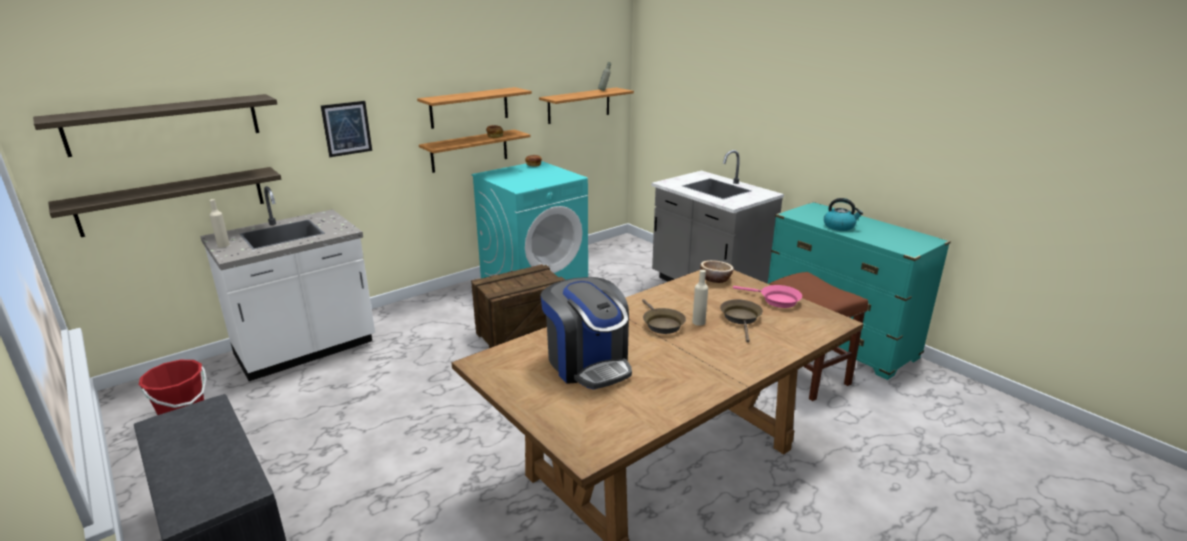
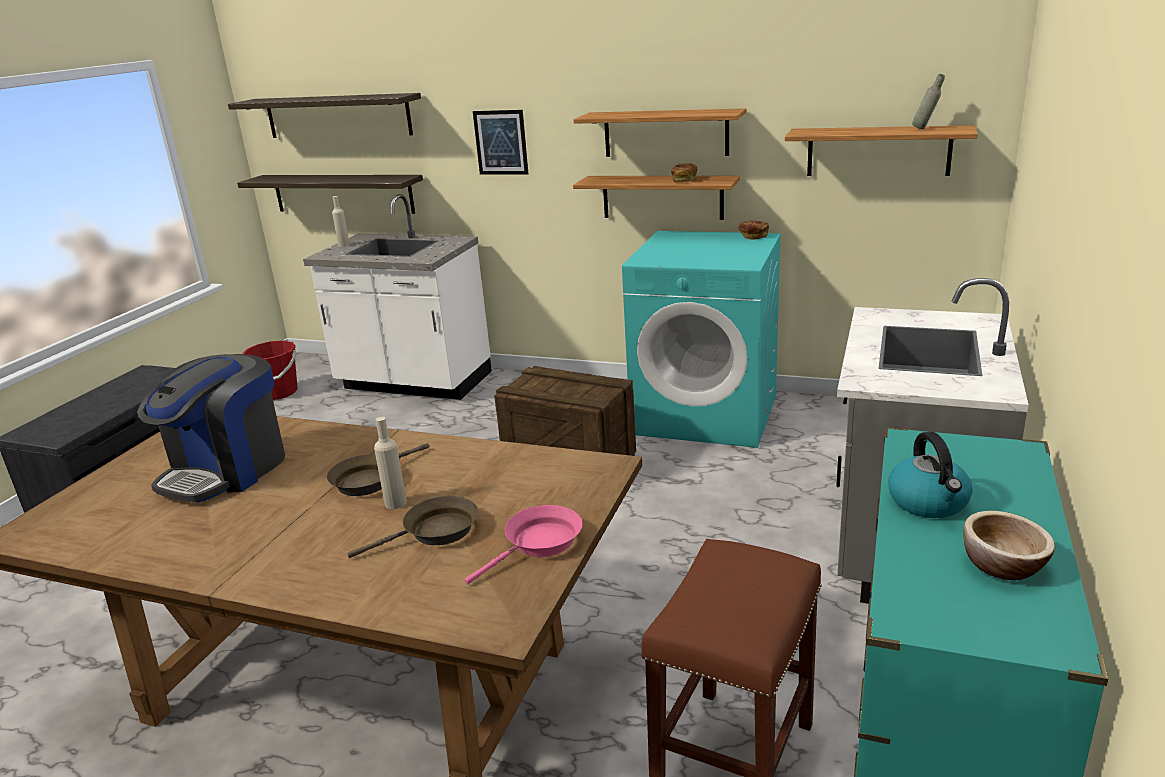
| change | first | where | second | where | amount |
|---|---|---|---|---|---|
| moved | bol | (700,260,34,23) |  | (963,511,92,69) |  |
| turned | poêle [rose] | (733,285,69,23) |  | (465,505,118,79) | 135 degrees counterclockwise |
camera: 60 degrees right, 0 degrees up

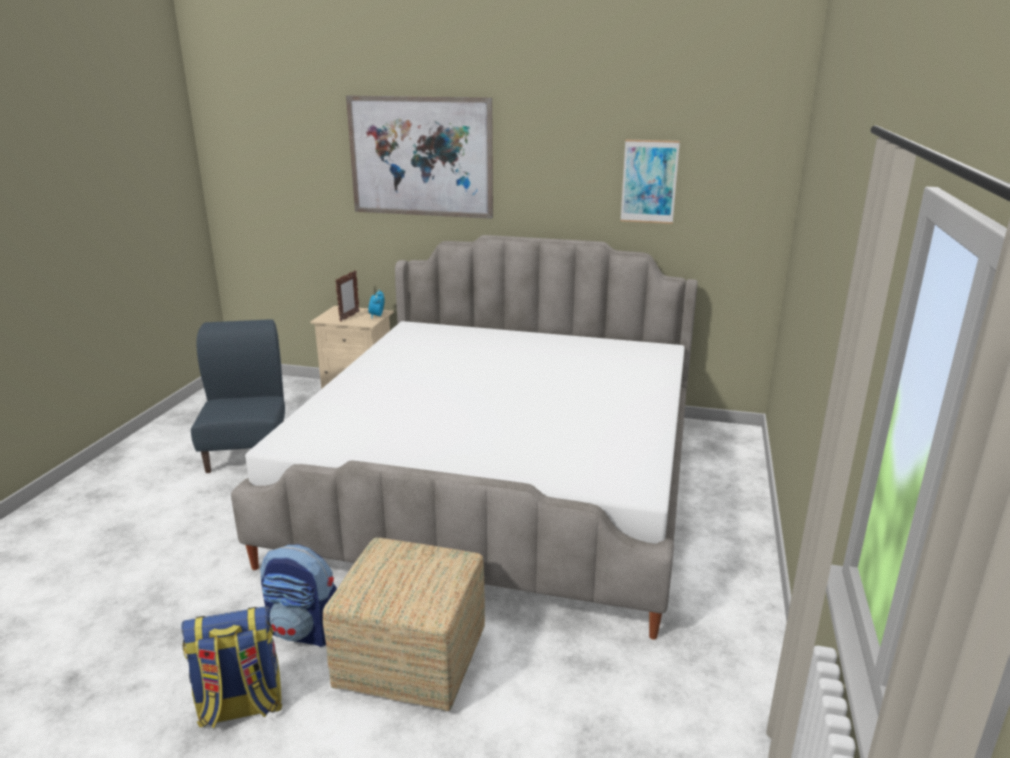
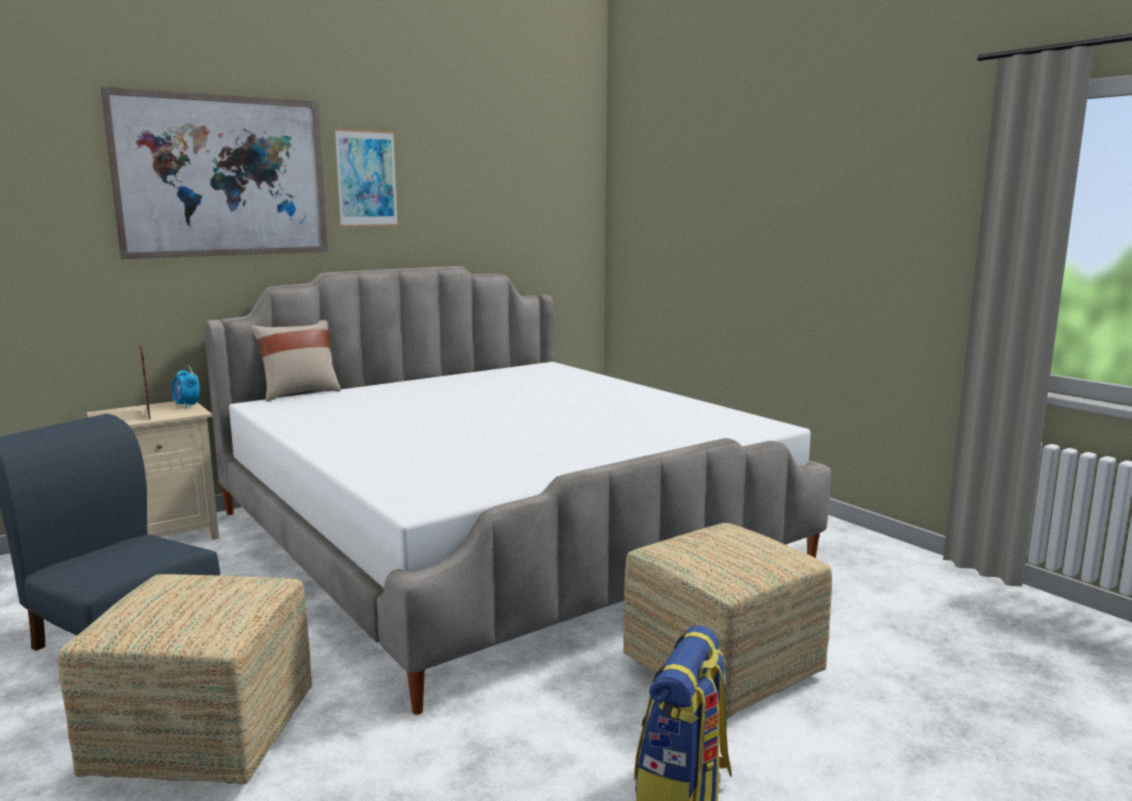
| change | first | where | second | where | amount |
|---|---|---|---|---|---|
| removed | sac à dos | (261,544,76,103) |  |  |  |
| added |  |  | pouf | (58,574,254,210) |  |
| added |  |  | coussin [beige] | (251,320,90,82) |  |
| moved | tableau | (620,140,60,84) |  | (335,129,63,98) |  |
camera: 50 degrees left, 10 degrees down

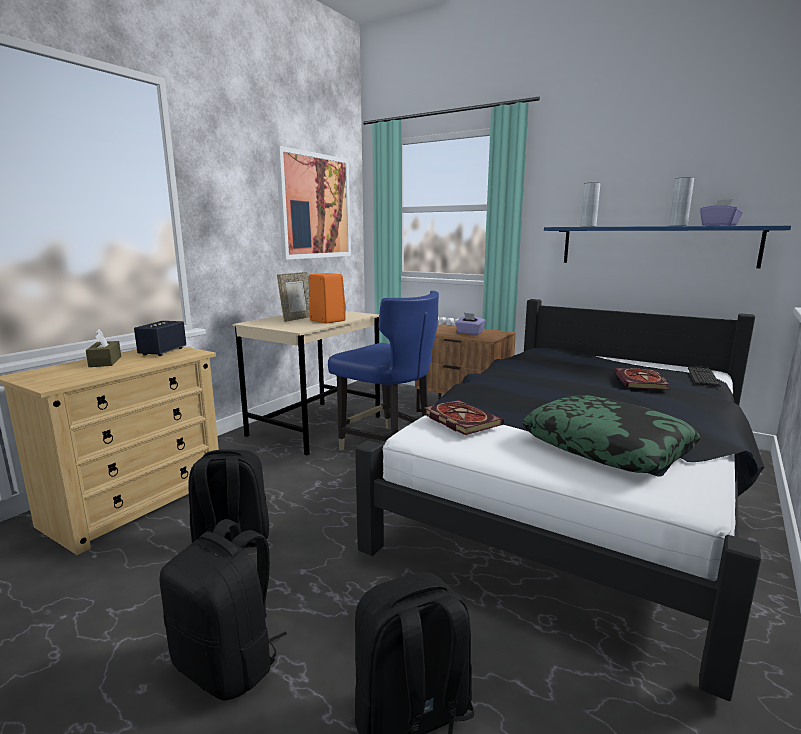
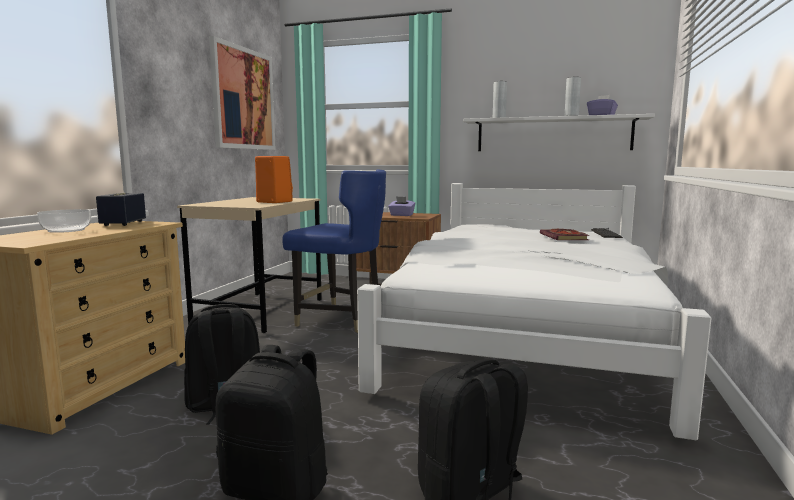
| change | first | where | second | where | amount |
|---|---|---|---|---|---|
| removed | cadre photo | (277,272,33,50) |  |  |  |
| removed | livre | (423,400,81,35) |  |  |  |
| removed | coussin | (522,395,179,78) |  |  |  |
| replaced | boîte à mouchoirs [marron] | (86,329,35,38) | bol | (37,209,54,24) |  |
| recoloured | lit [noir] | (355,299,410,402) | lit [blanc] | (357,183,355,257) |  |
| recoloured | étagère [bleu] | (544,226,247,42) | étagère [blanc] | (463,114,192,37) |  |
camera: 15 degrees left, 5 degrees down

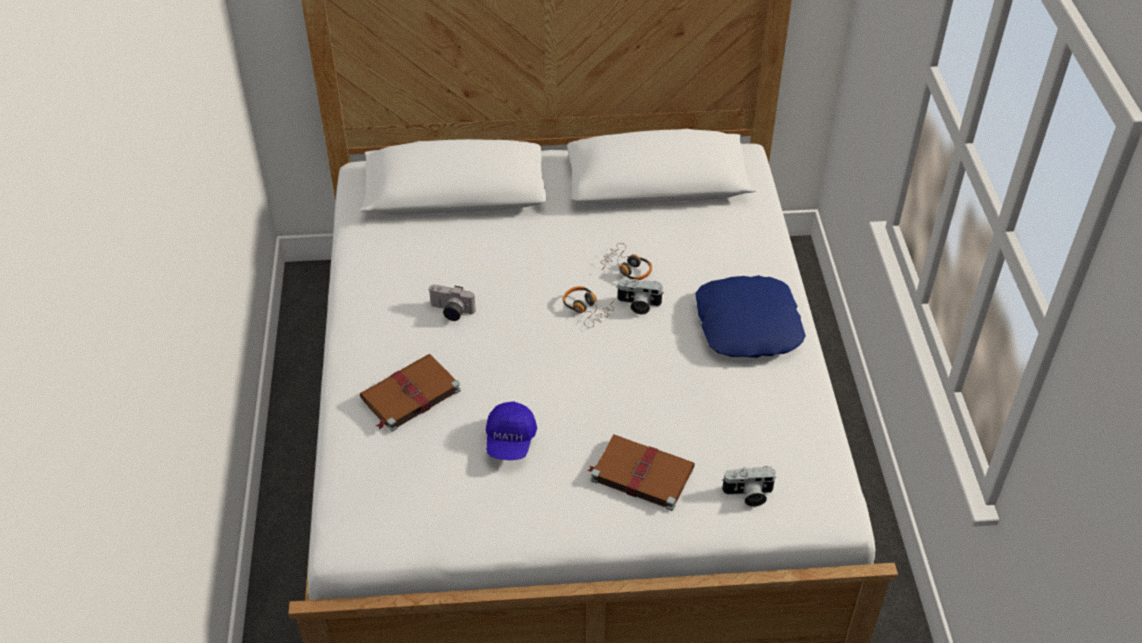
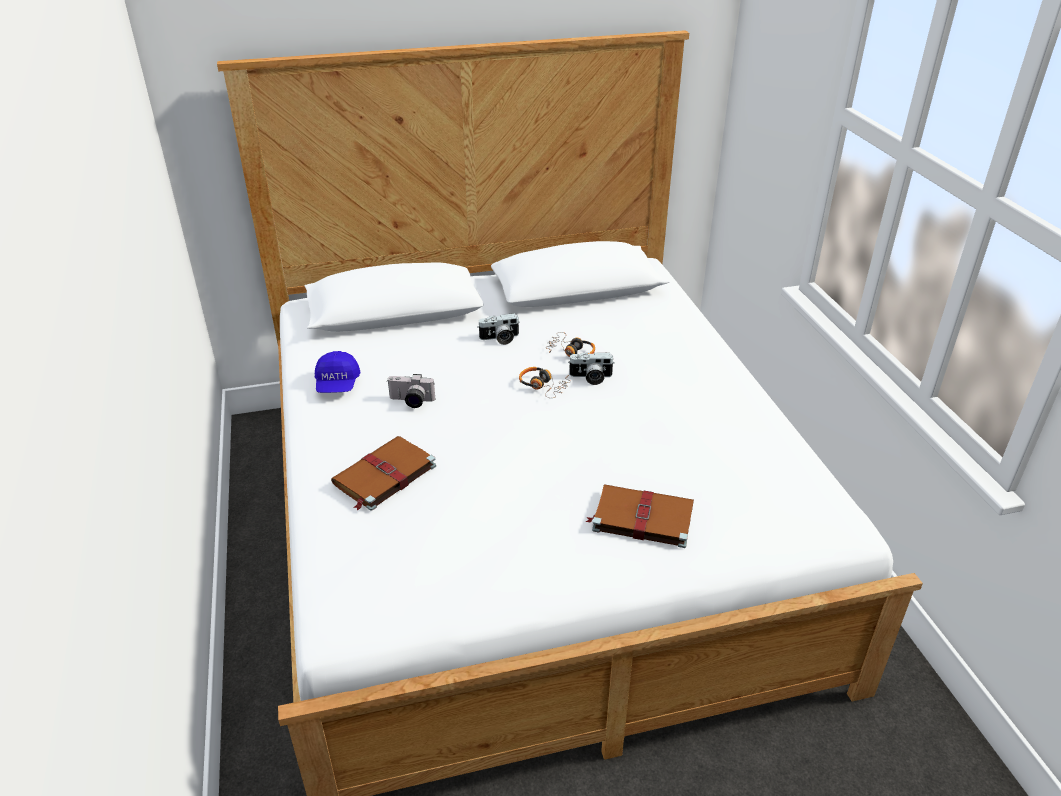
| change | first | where | second | where | amount |
|---|---|---|---|---|---|
| removed | coussin [bleu] | (695,275,111,83) |  |  |  |
| moved | casquette [bleu] | (486,401,51,59) |  | (315,351,46,42) |  |
| moved | appareil photo | (722,466,55,41) |  | (477,313,43,32) |  |
camera: 10 degrees left, 10 degrees down

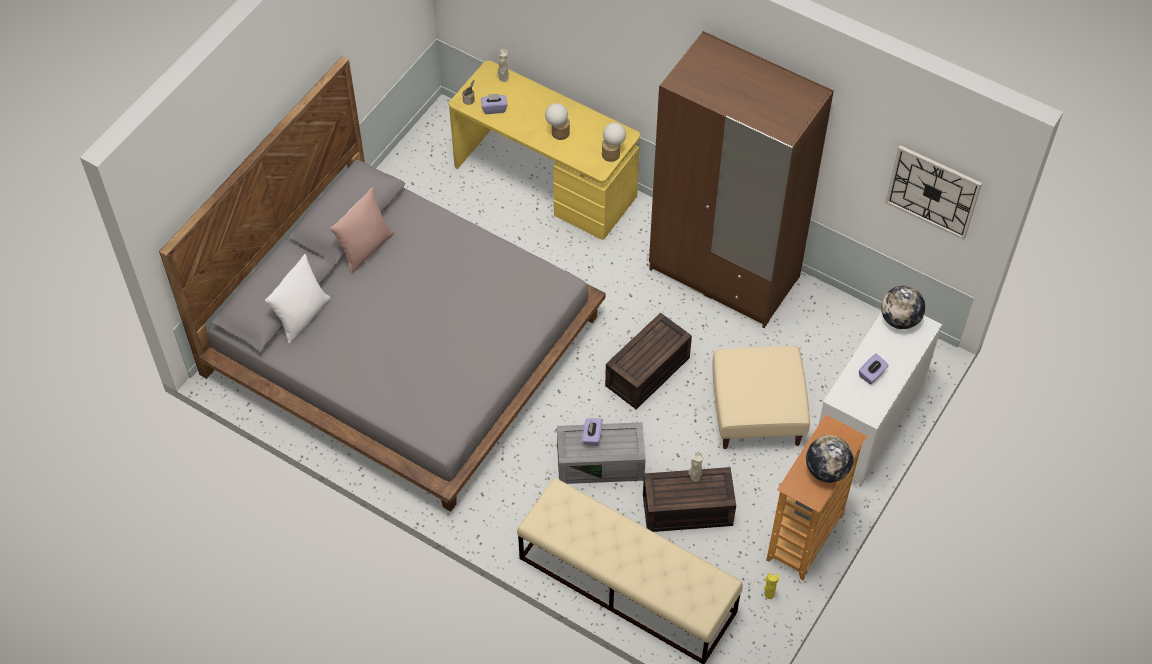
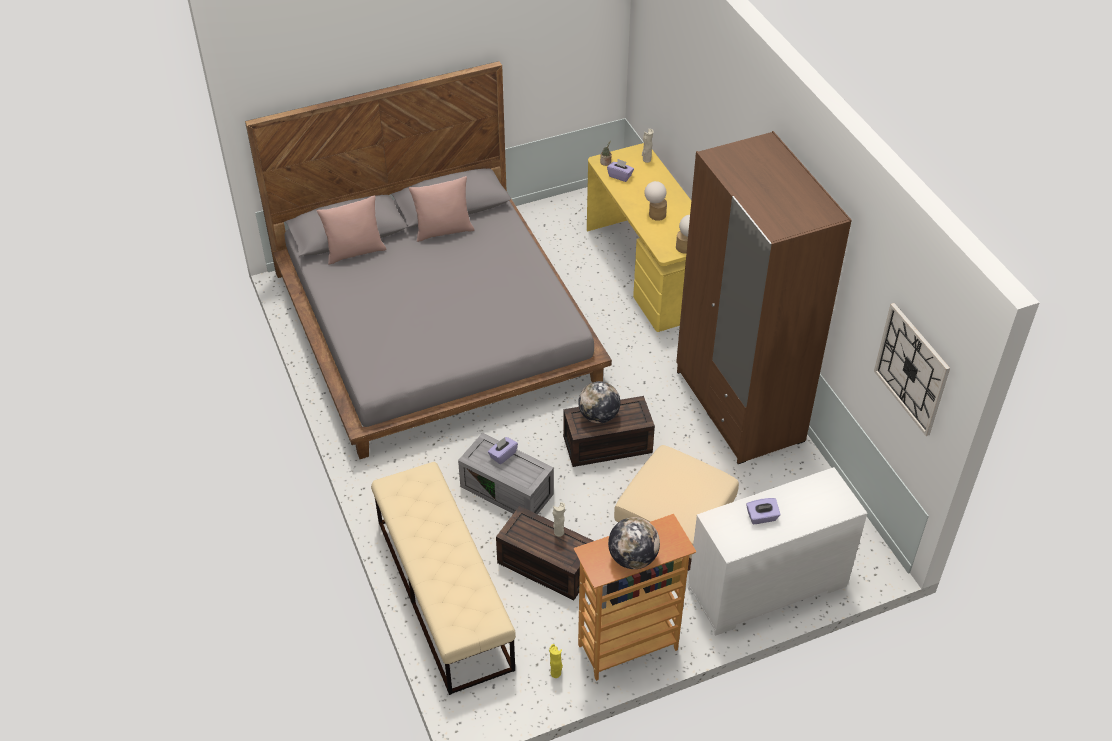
| change | first | where | second | where | amount |
|---|---|---|---|---|---|
| moved | globe | (881,286,44,43) |  | (578,381,42,43) |  |
| recoloured | coussin [blanc] | (265,254,65,90) | coussin [rose] | (317,195,70,70) |  |
camera: 35 degrees right, 10 degrees down

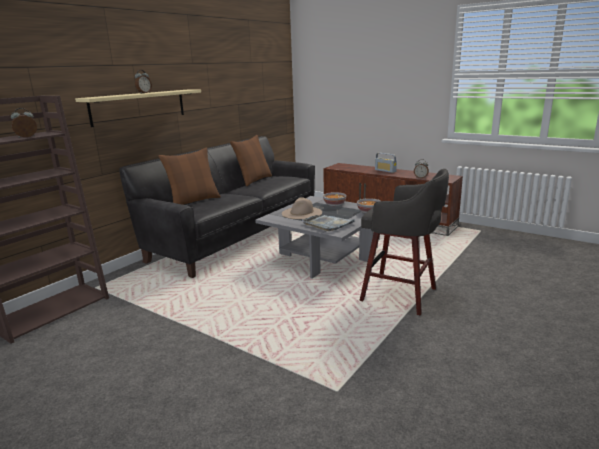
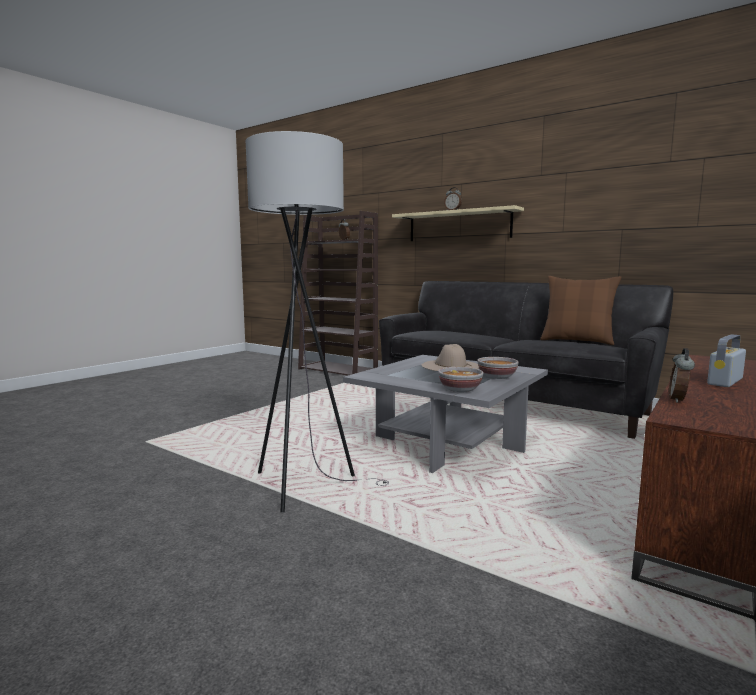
| change | first | where | second | where | amount |
|---|---|---|---|---|---|
| removed | coussin [marron] | (158,148,63,57) |  |  |  |
| removed | plateau [gris] | (302,215,54,16) |  |  |  |
| replaced | tabouret [gris] | (359,169,90,146) | lampadaire [gris] | (246,131,143,382) |  |
camera: 90 degrees right, 10 degrees down

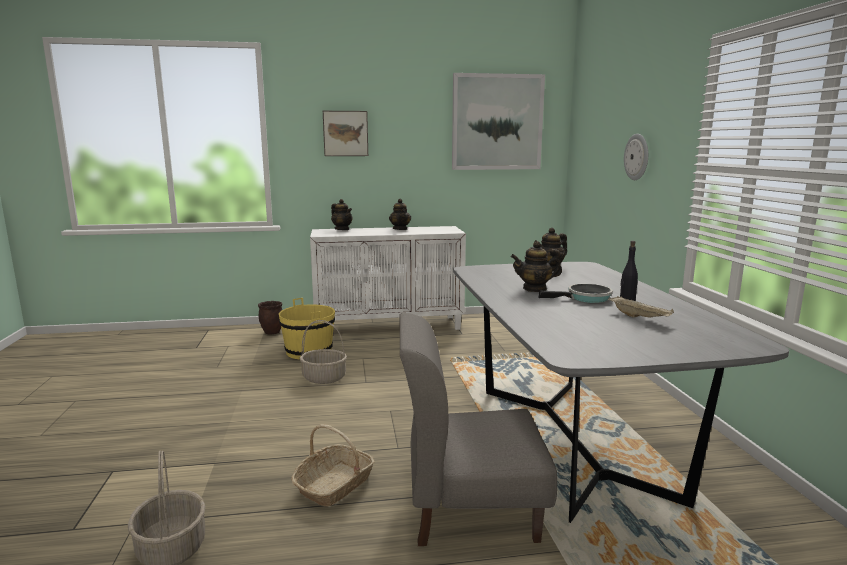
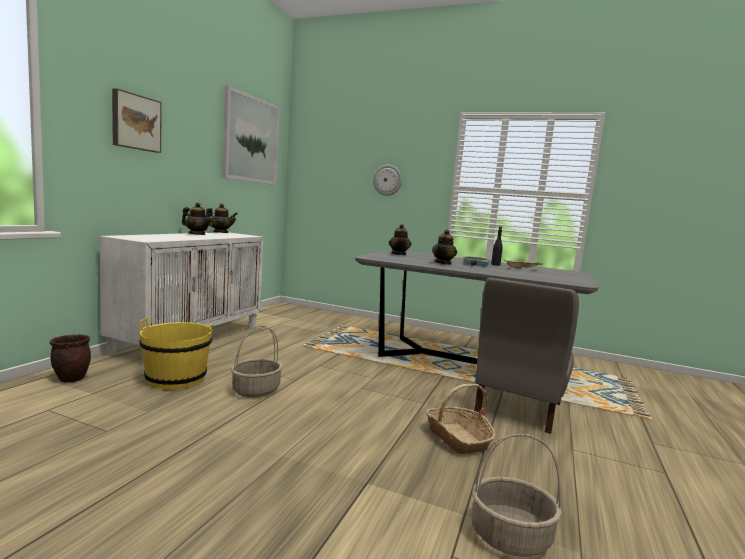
| change | first | where | second | where | amount |
|---|---|---|---|---|---|
| moved | théière | (331,199,22,31) |  | (206,204,31,29) |  |
camera: 60 degrees left, 5 degrees down

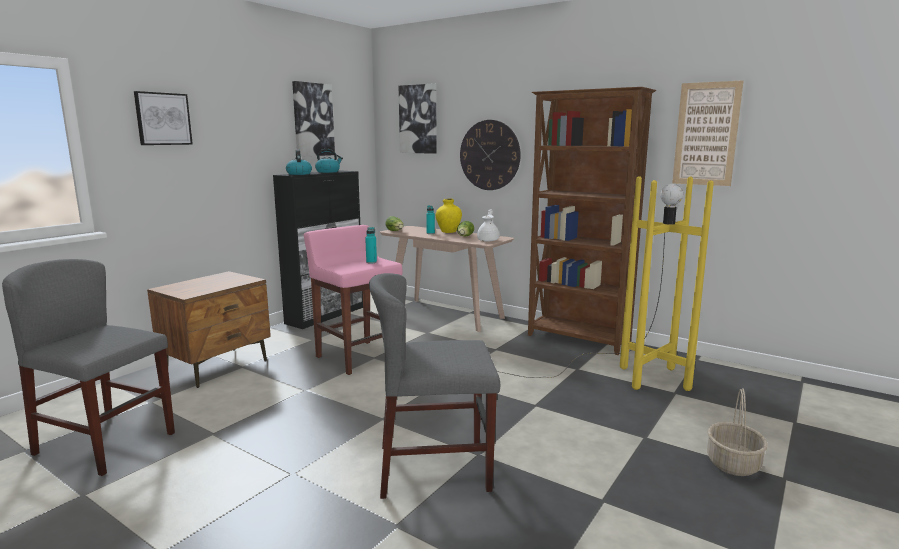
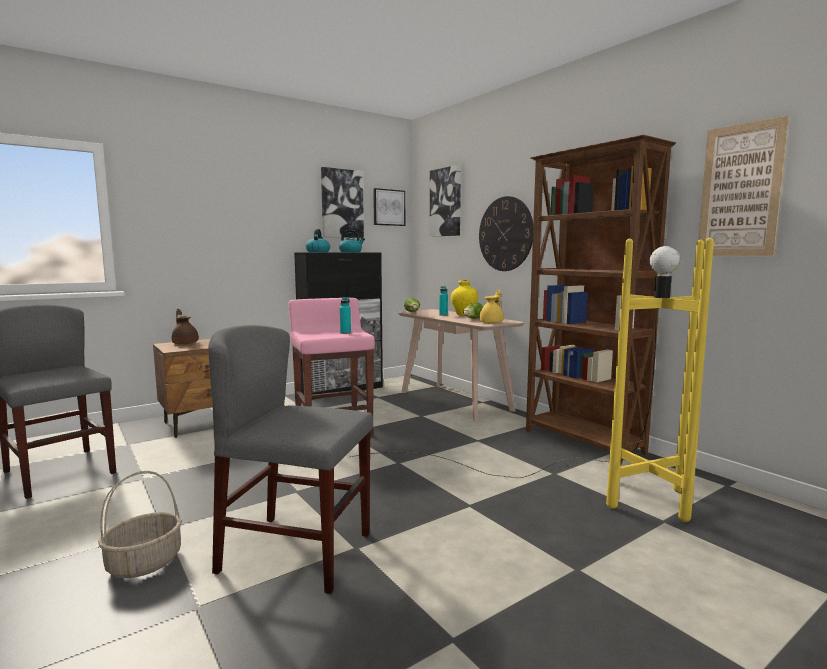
| change | first | where | second | where | amount |
|---|---|---|---|---|---|
| added |  |  | théière [marron] | (172,309,27,36) |  |
| moved | tableau | (134,91,59,54) |  | (373,188,32,38) |  |
| moved | panier | (707,388,61,88) |  | (98,471,84,107) |  |
| recoloured | théière [blanc] | (477,209,22,33) | théière [jaune] | (480,290,24,33) |  |
camera: 20 degrees right, 5 degrees down

